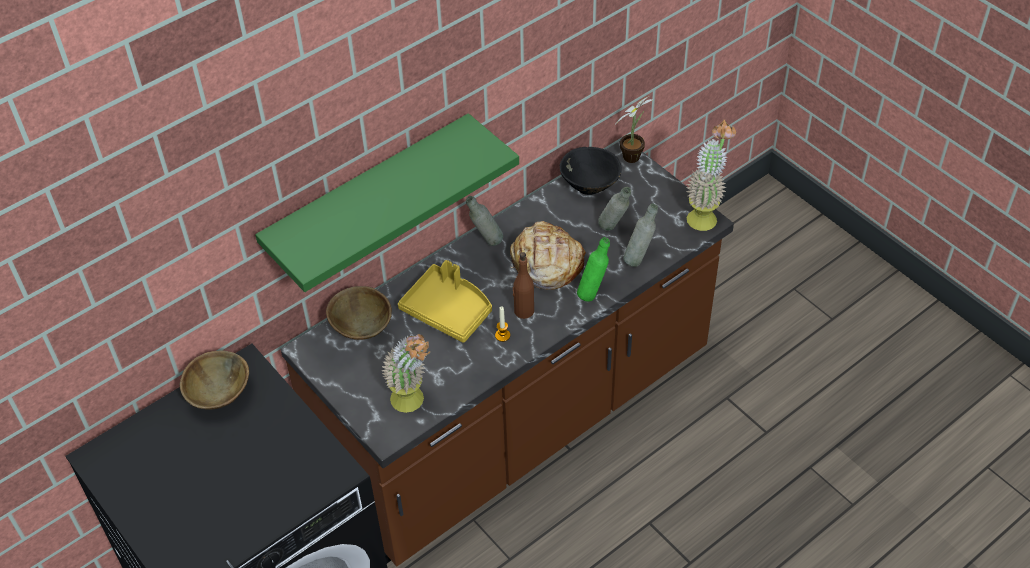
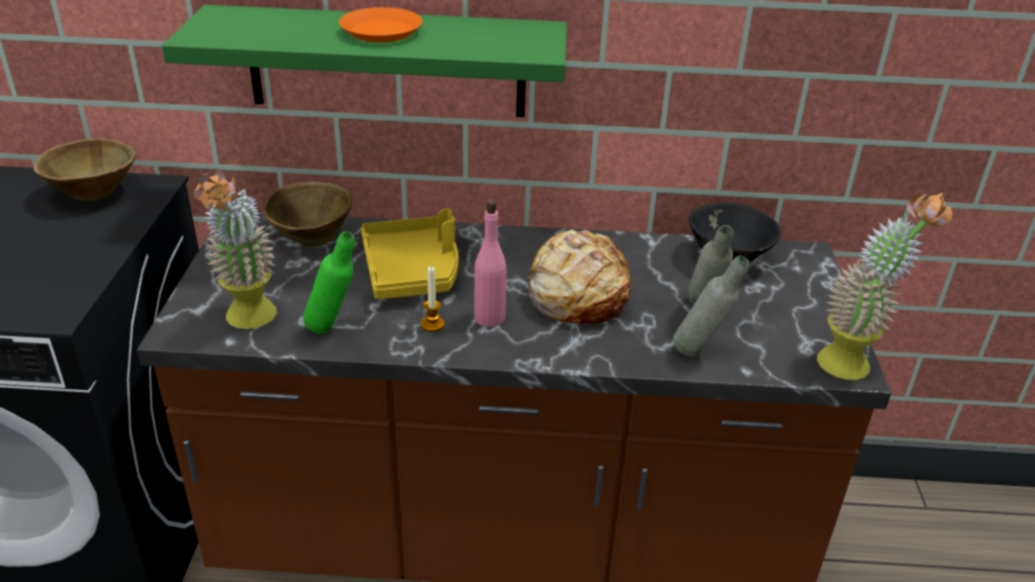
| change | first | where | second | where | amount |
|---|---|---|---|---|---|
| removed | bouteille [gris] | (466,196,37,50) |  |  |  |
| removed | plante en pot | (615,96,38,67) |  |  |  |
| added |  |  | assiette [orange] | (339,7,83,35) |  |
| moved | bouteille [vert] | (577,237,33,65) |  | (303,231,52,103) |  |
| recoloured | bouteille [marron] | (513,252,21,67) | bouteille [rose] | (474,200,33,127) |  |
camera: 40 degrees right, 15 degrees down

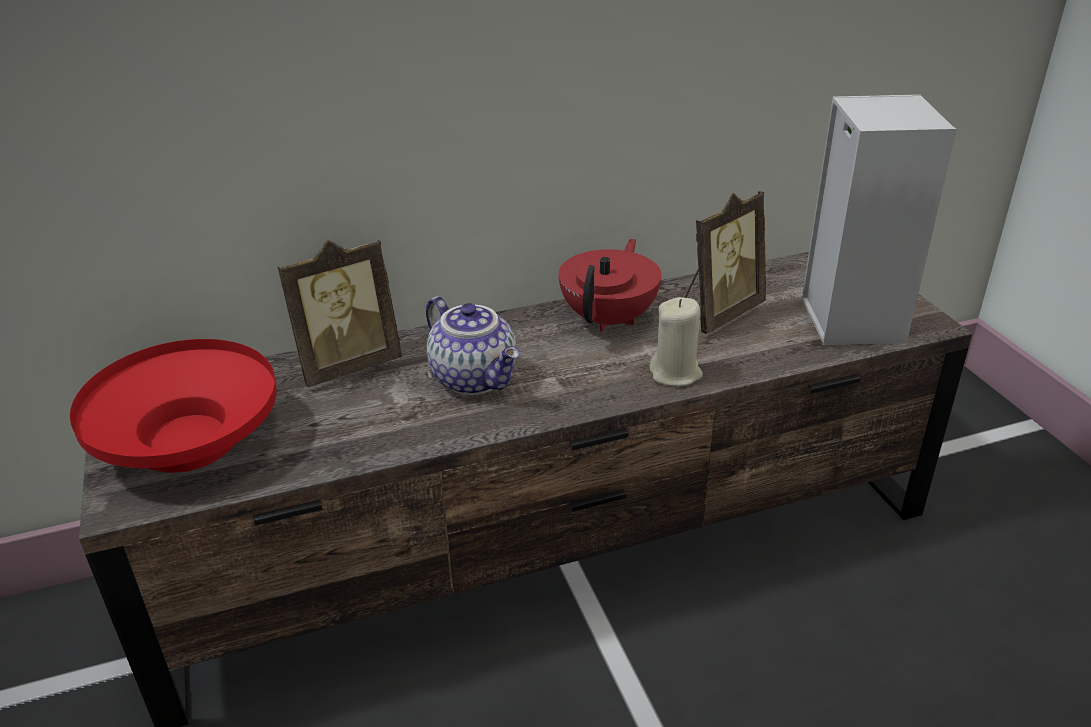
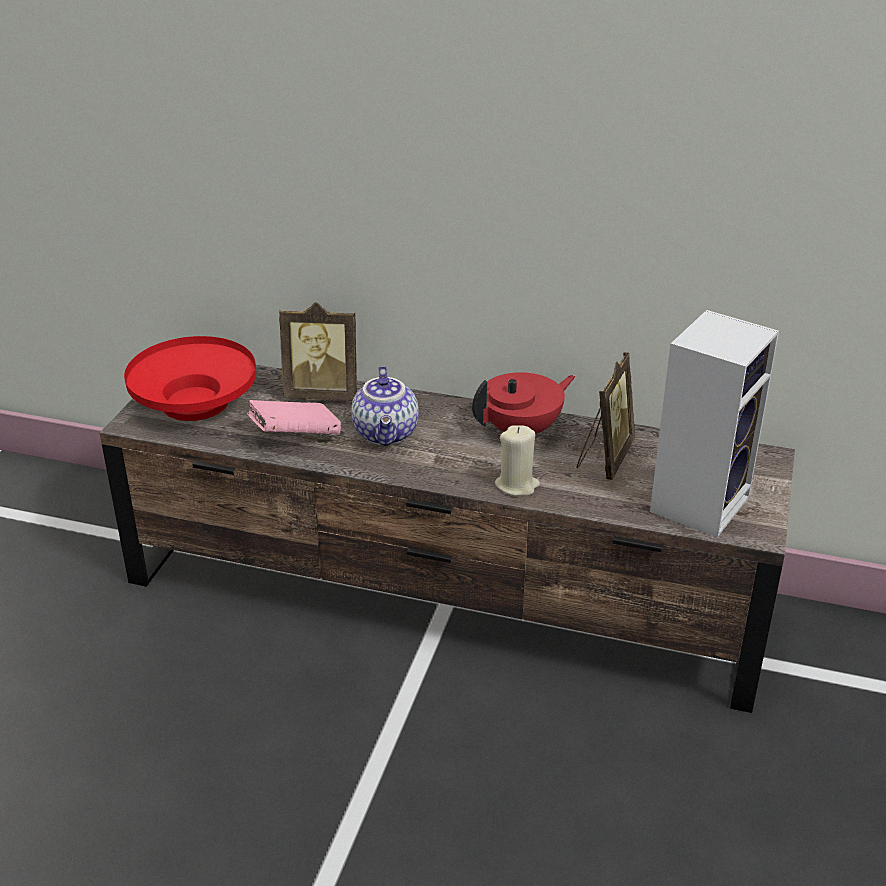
| change | first | where | second | where | amount |
|---|---|---|---|---|---|
| added |  |  | livre [rose] | (247,400,94,34) |  |
| turned | cadre photo | (684,191,82,143) |  | (576,352,59,128) | 60 degrees counterclockwise |
camera: 35 degrees right, 0 degrees up

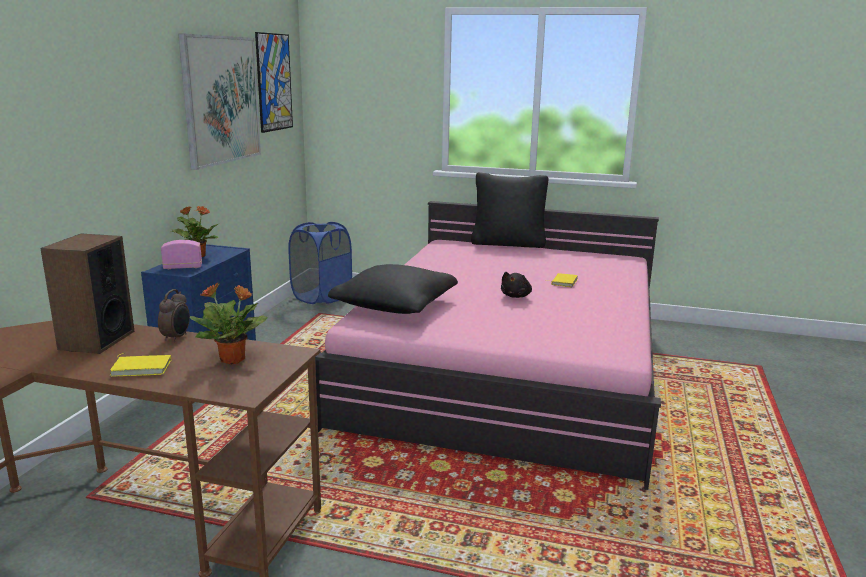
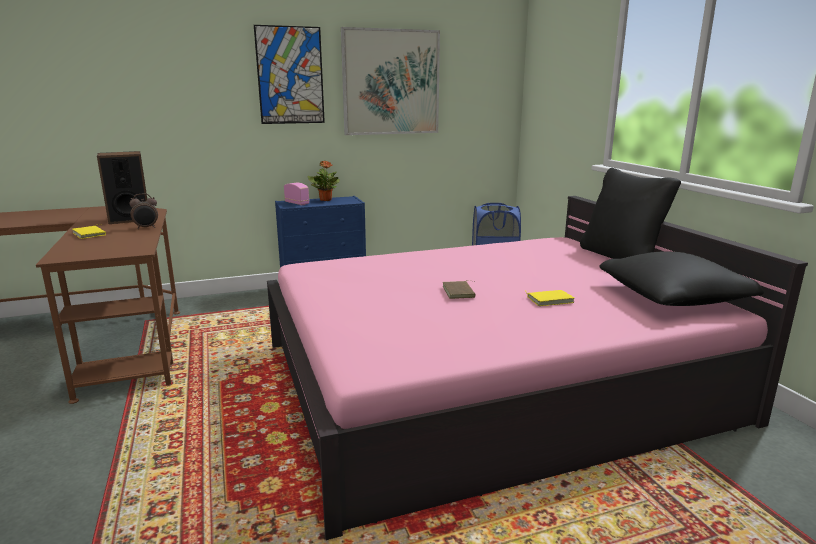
| change | first | where | second | where | amount |
|---|---|---|---|---|---|
| removed | plante en pot | (189,283,79,81) |  |  |  |
| moved | tableau | (255,32,38,101) |  | (254,25,71,99) |  |
| moved | coussin [noir] | (328,264,130,50) |  | (599,251,165,55) |  |
| replaced | peluche [noir] | (501,272,31,26) | livre [marron] | (443,280,33,19) |  |
camera: 55 degrees right, 0 degrees up

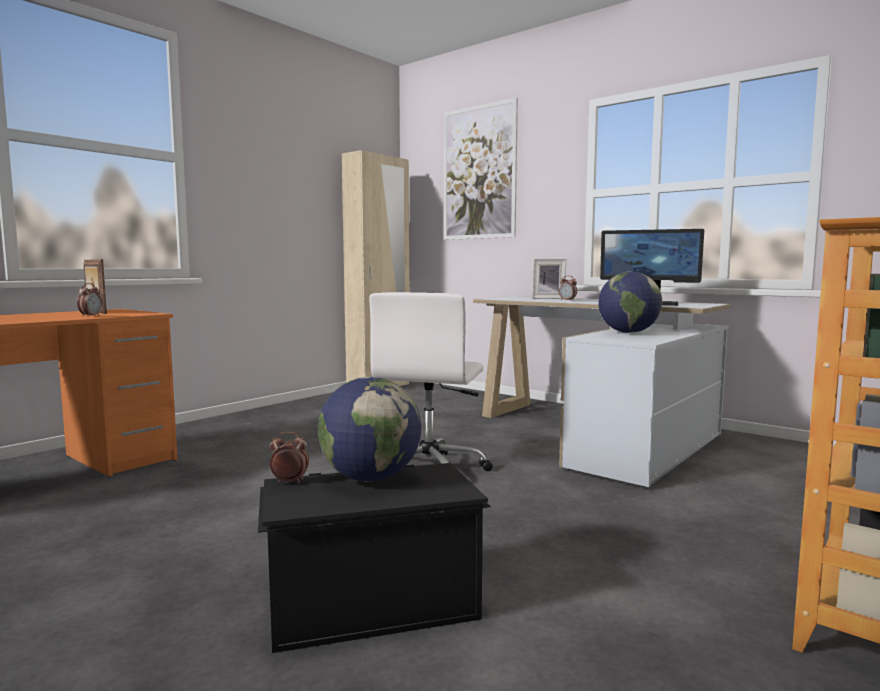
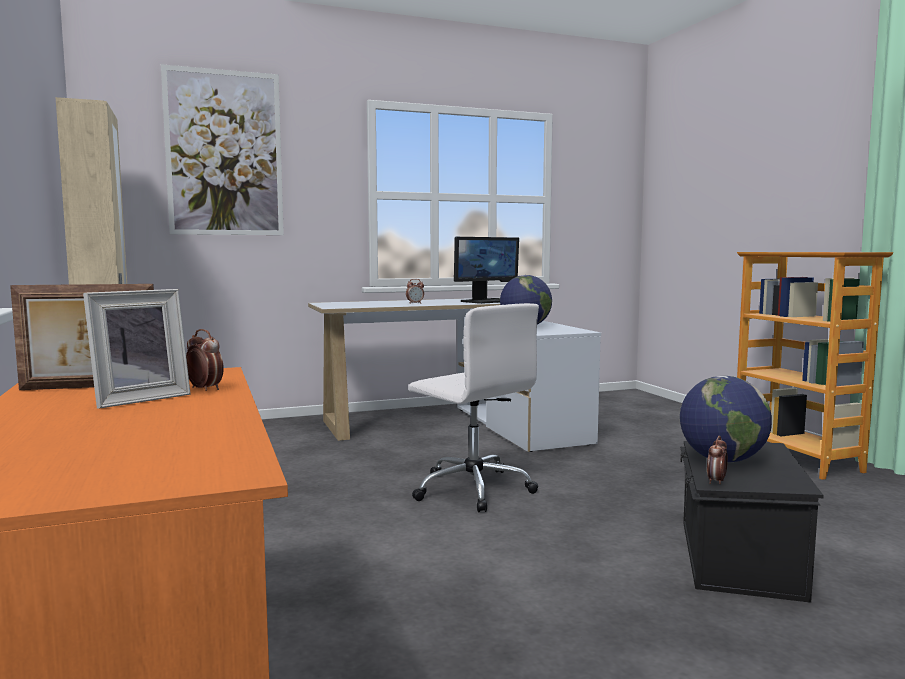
| change | first | where | second | where | amount |
|---|---|---|---|---|---|
| moved | cadre photo | (532,259,34,40) |  | (83,289,108,120) |  |
camera: 60 degrees left, 0 degrees up

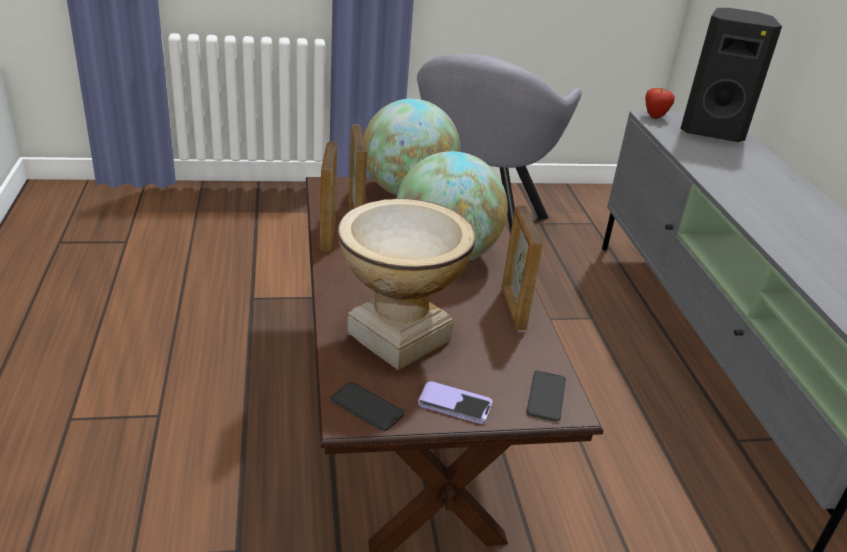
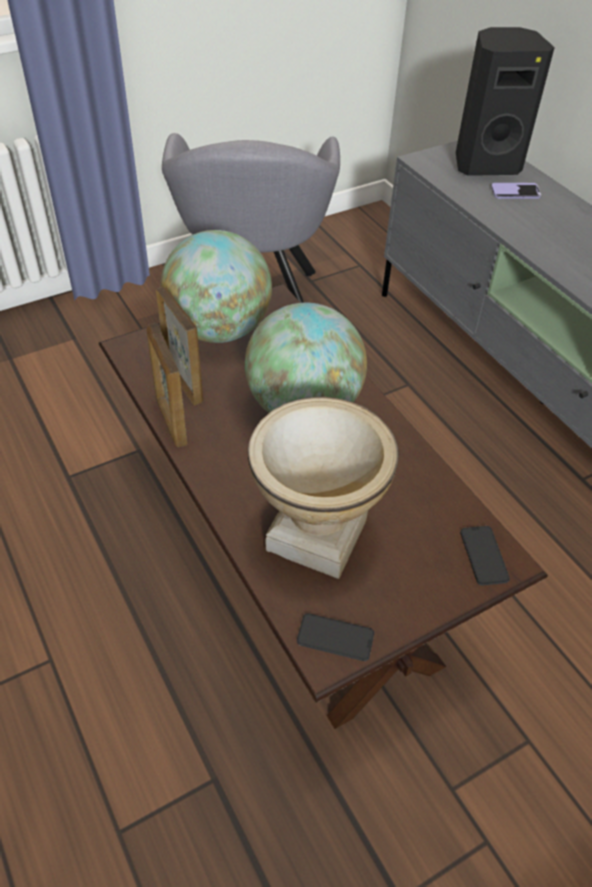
| change | first | where | second | where | amount |
|---|---|---|---|---|---|
| removed | cadre photo | (502,205,41,125) |  |  |  |
| removed | pomme | (645,88,30,31) |  |  |  |
| moved | téléphone | (418,381,75,43) |  | (491,183,50,16) |  |
camera: 20 degrees left, 15 degrees up

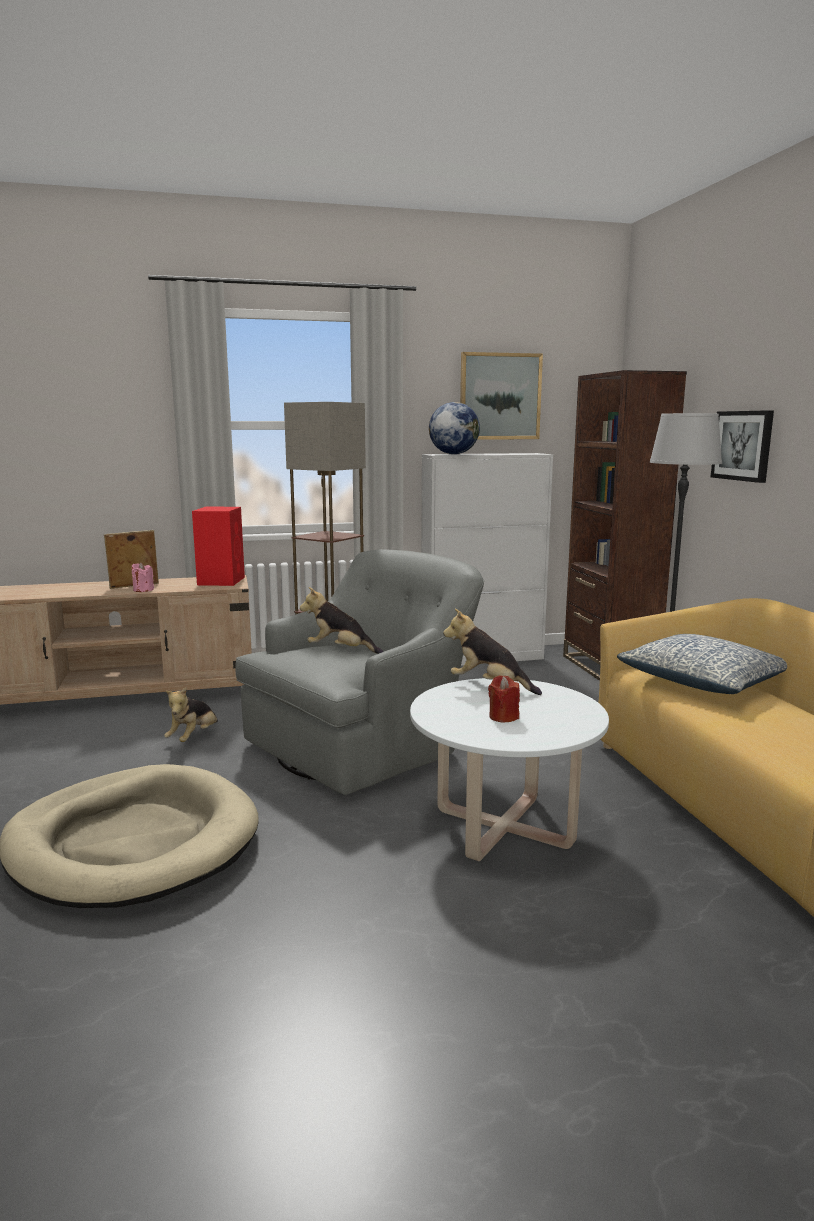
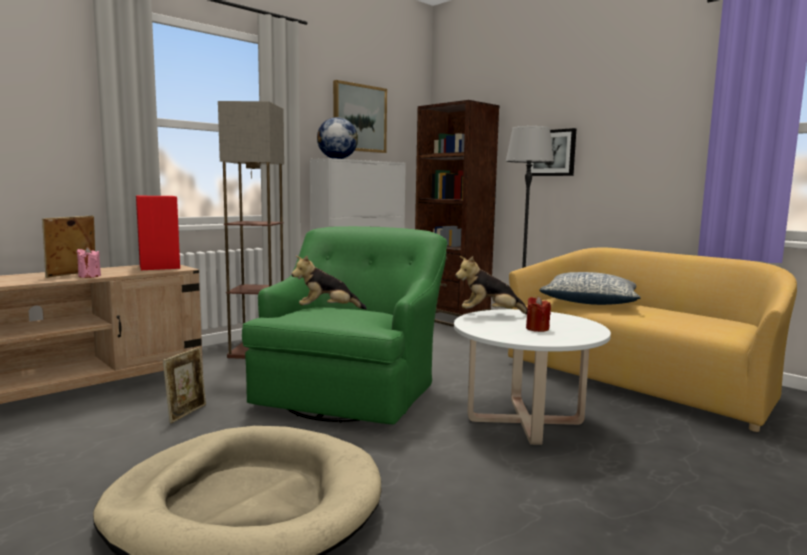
| change | first | where | second | where | amount |
|---|---|---|---|---|---|
| replaced | peluche | (164,687,54,55) | cadre photo | (163,347,43,77) |  |
| recoloured | fauteuil [gris] | (235,549,249,246) | fauteuil [vert] | (242,226,205,198) |  |
camera: 30 degrees left, 5 degrees down

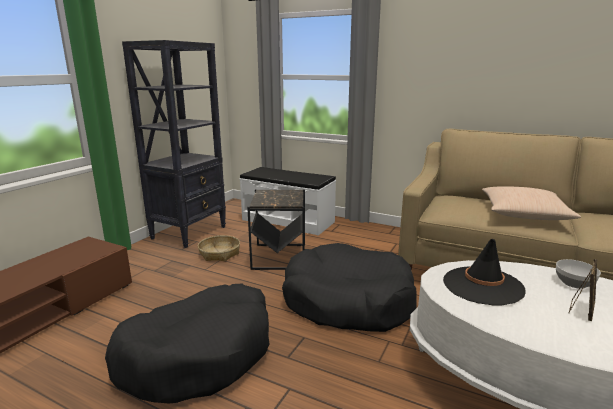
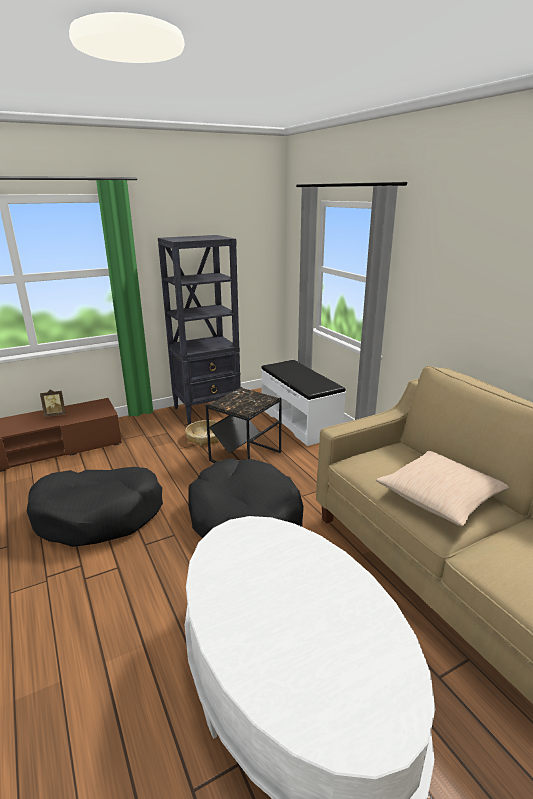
| change | first | where | second | where | amount |
|---|---|---|---|---|---|
| removed | chapeau [noir] | (443,239,83,66) |  |  |  |
| removed | bol | (556,259,45,30) |  |  |  |
| moved | cadre photo | (568,259,29,62) |  | (40,389,26,28) |  |
camera: 35 degrees right, 5 degrees up

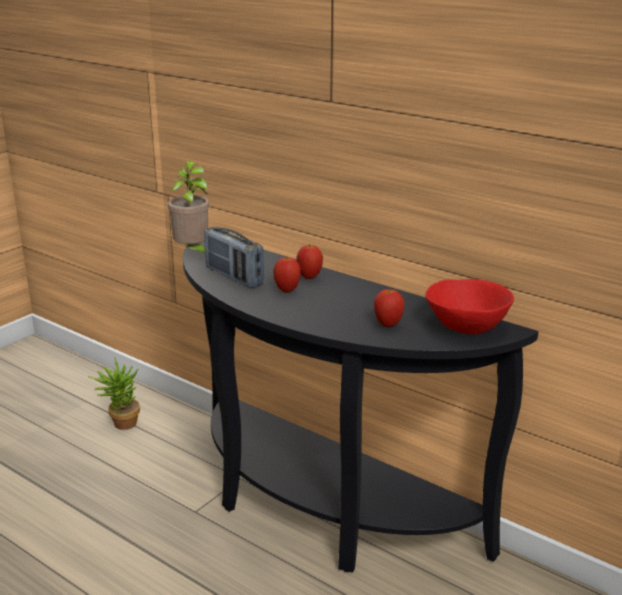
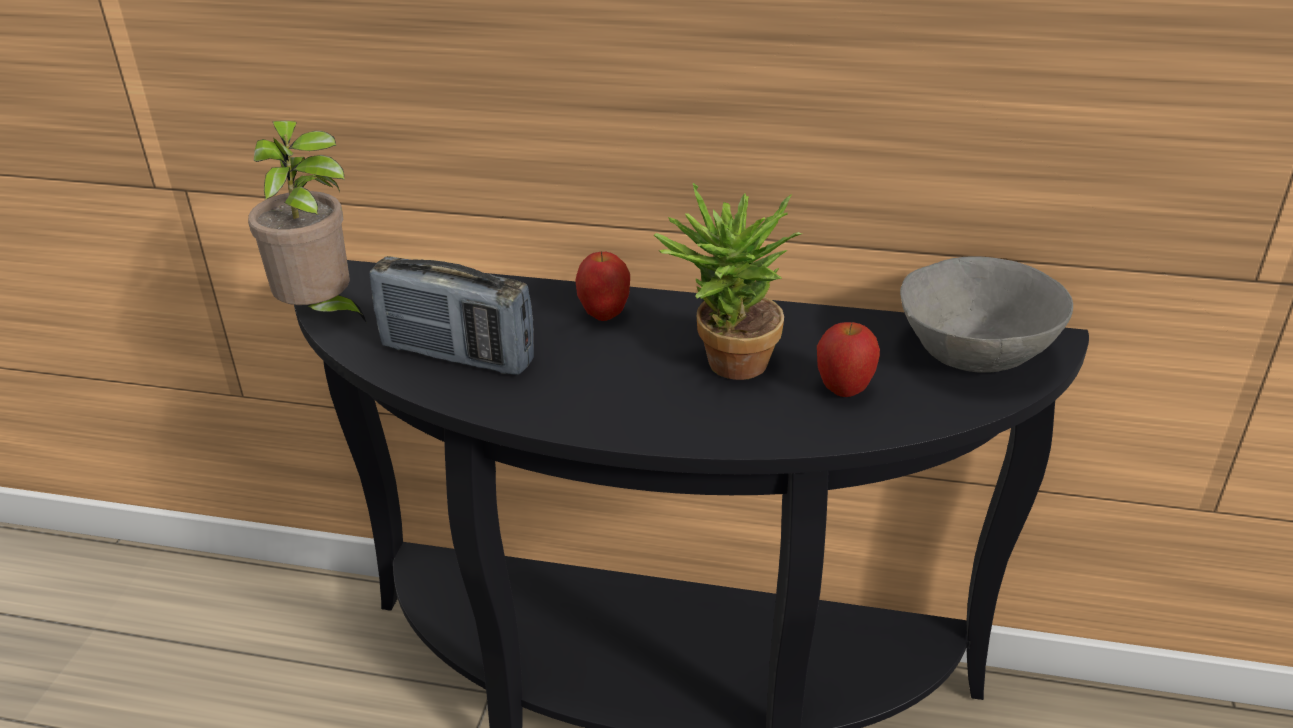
| change | first | where | second | where | amount |
|---|---|---|---|---|---|
| removed | pomme | (273,256,28,36) |  |  |  |
| moved | plante en pot | (88,358,52,72) |  | (654,183,148,197) |  |
| recoloured | bol [rouge] | (425,279,89,55) | bol [gris] | (900,256,173,117) |  |
camera: 25 degrees left, 10 degrees up

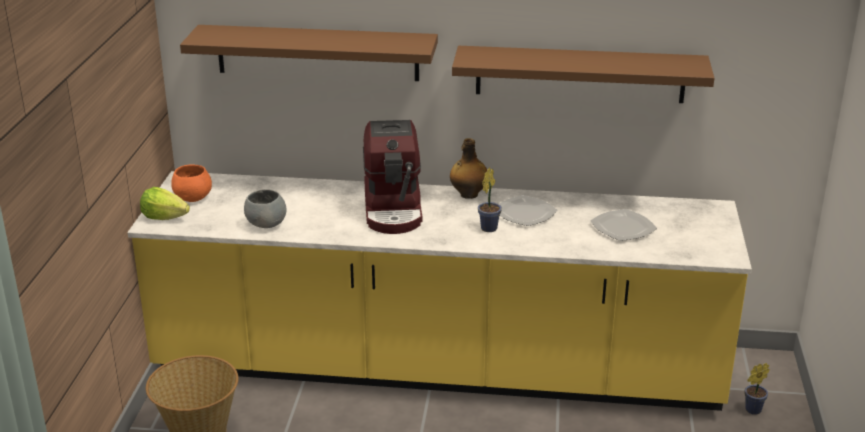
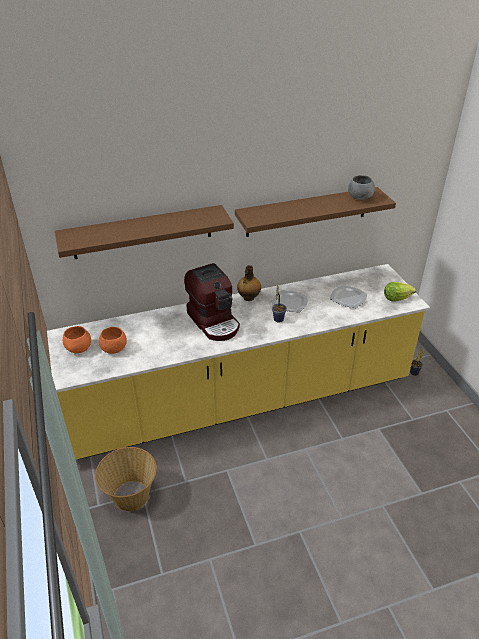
| change | first | where | second | where | amount |
|---|---|---|---|---|---|
| added |  |  | bol [orange] | (99,327,28,27) |  |
| moved | laitue | (140,187,50,33) |  | (384,282,32,20) |  |
| moved | bol [gris] | (244,189,43,39) |  | (348,175,27,25) |  |
camera: 25 degrees left, 10 degrees up

